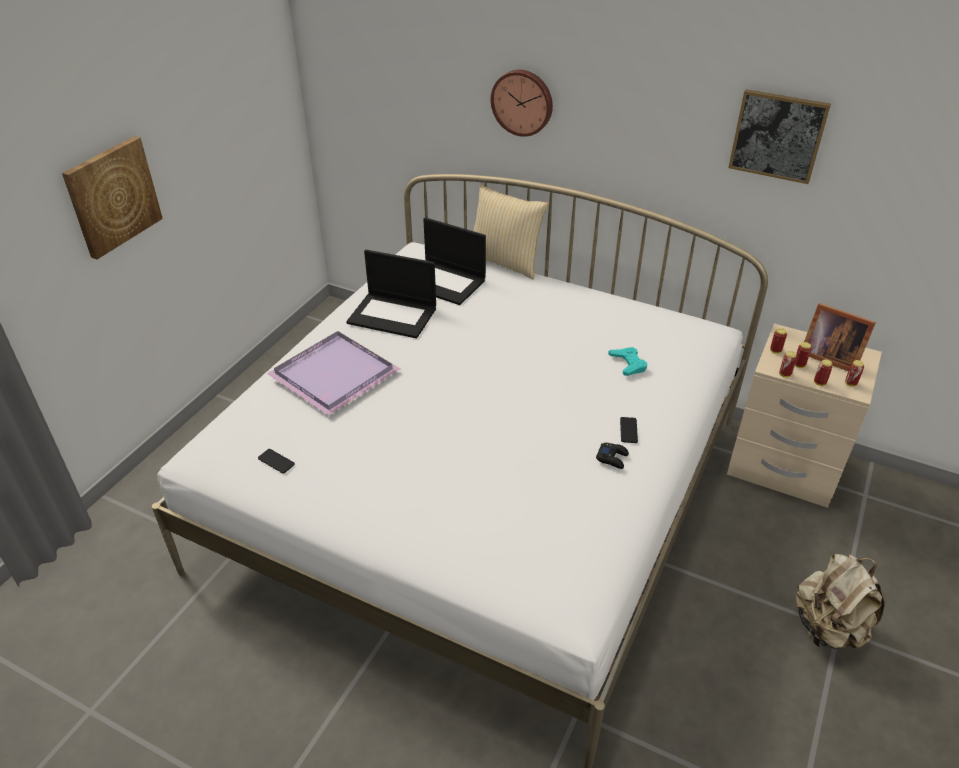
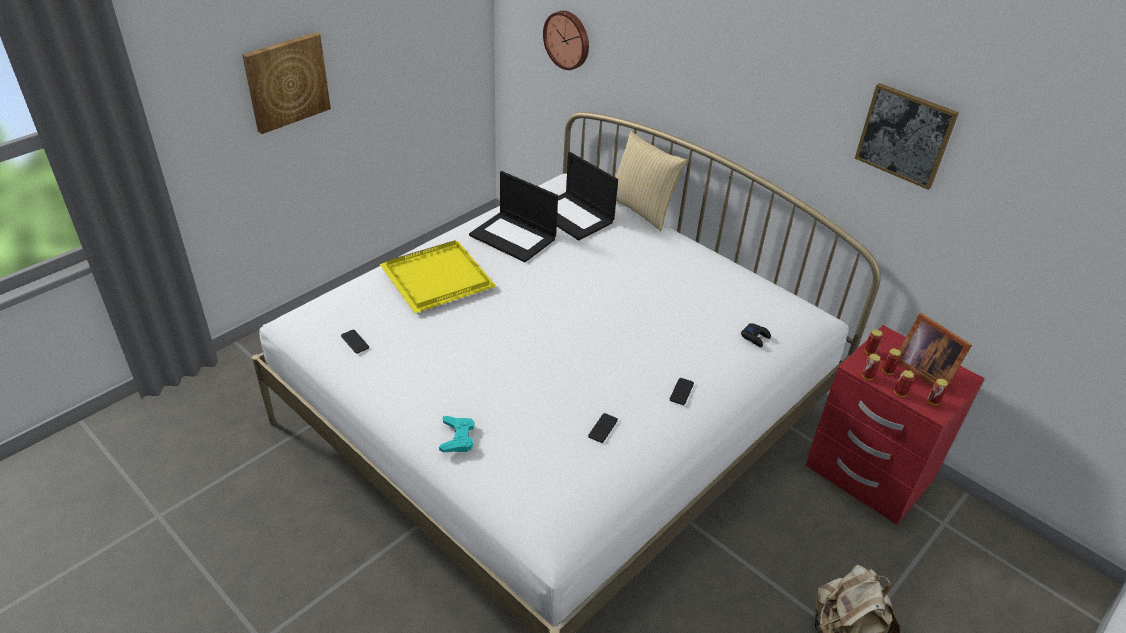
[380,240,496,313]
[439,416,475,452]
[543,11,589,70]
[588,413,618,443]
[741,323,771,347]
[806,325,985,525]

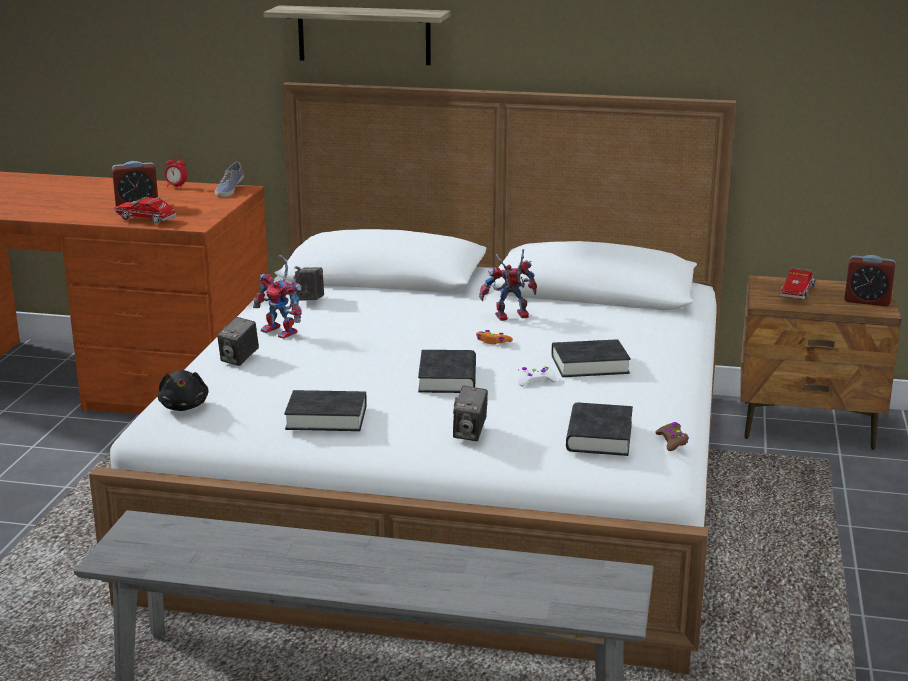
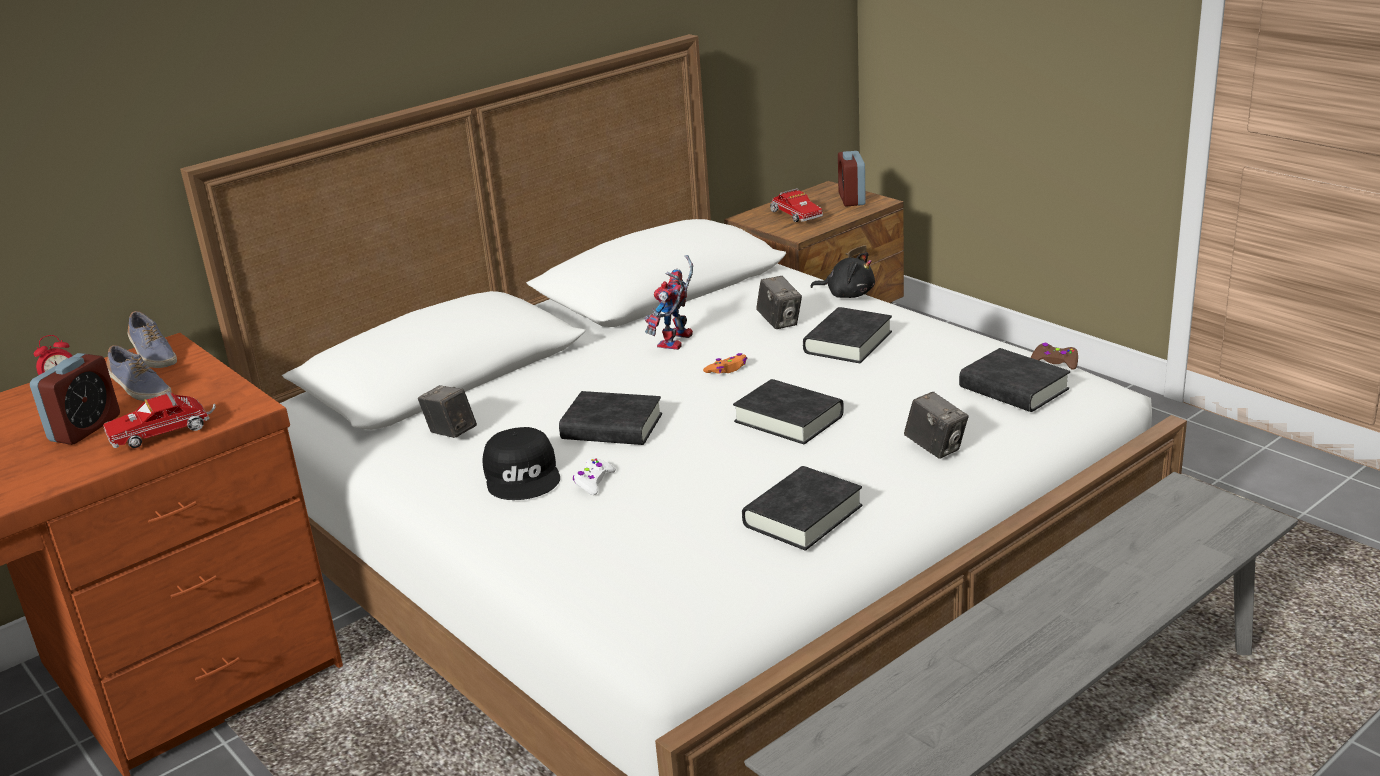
[107,345,172,401]
[482,427,560,500]
[559,391,662,445]
[573,458,616,495]
[756,276,802,329]
[811,252,875,298]
[838,151,866,207]
[264,5,451,65] (first image)

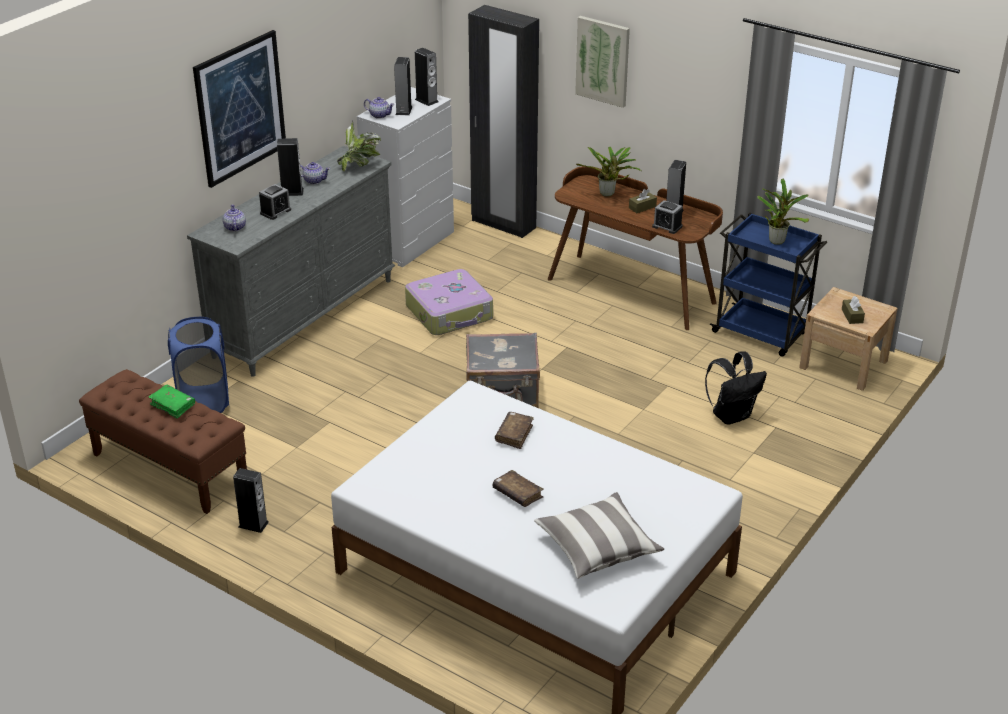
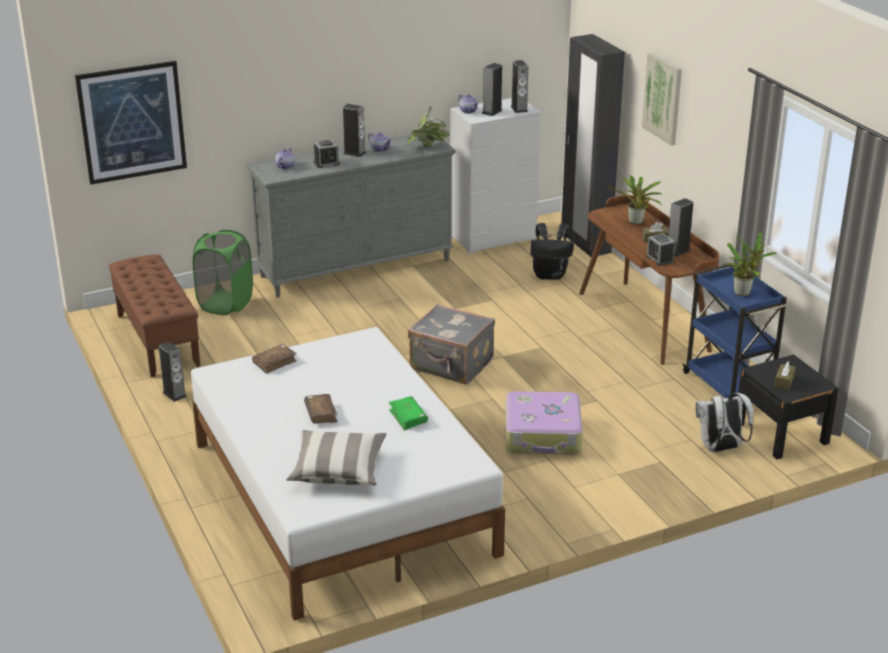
[75,61,187,185]
[193,230,253,315]
[252,344,296,374]
[389,396,428,431]
[505,391,583,454]
[531,223,574,280]
[695,393,754,452]
[738,354,839,459]

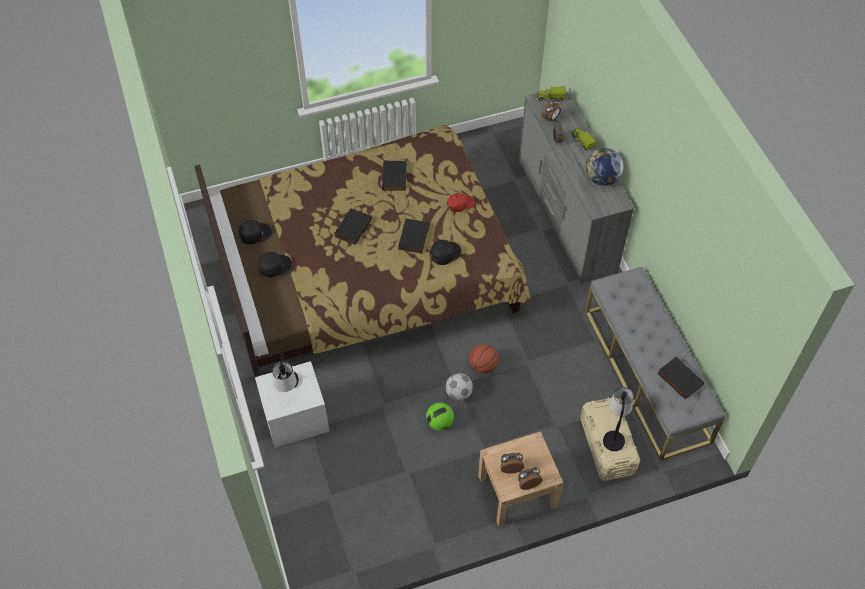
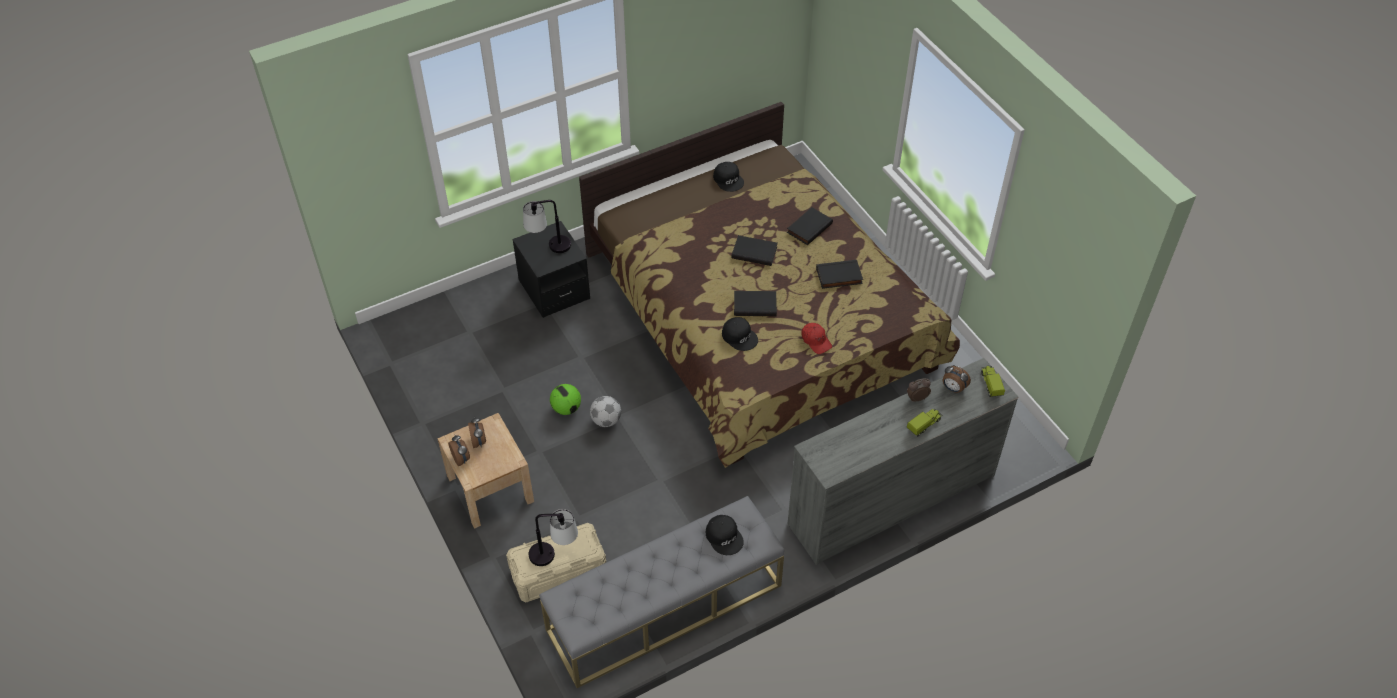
[512,221,590,318]
[706,515,744,555]
[787,207,833,245]
[469,344,498,374] (first image)
[586,148,624,186] (first image)

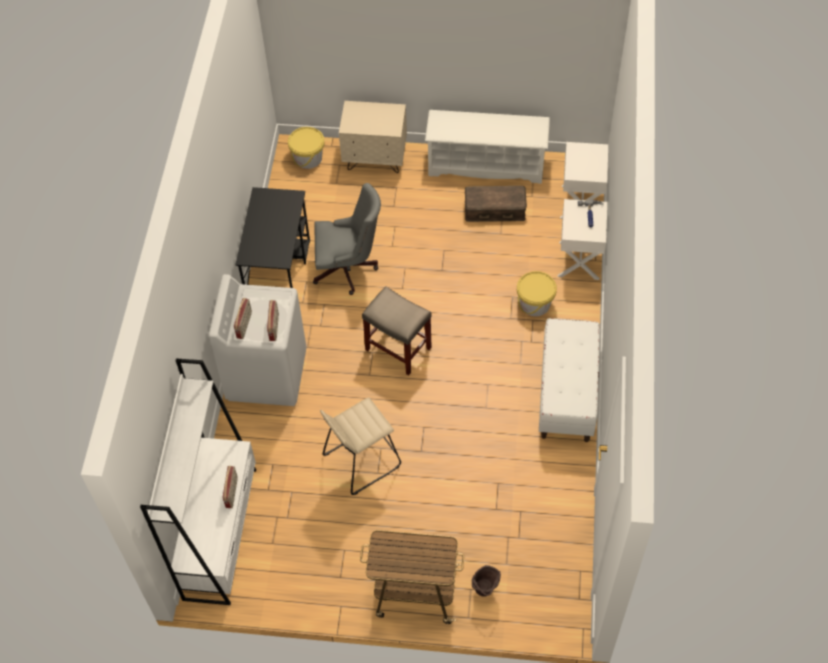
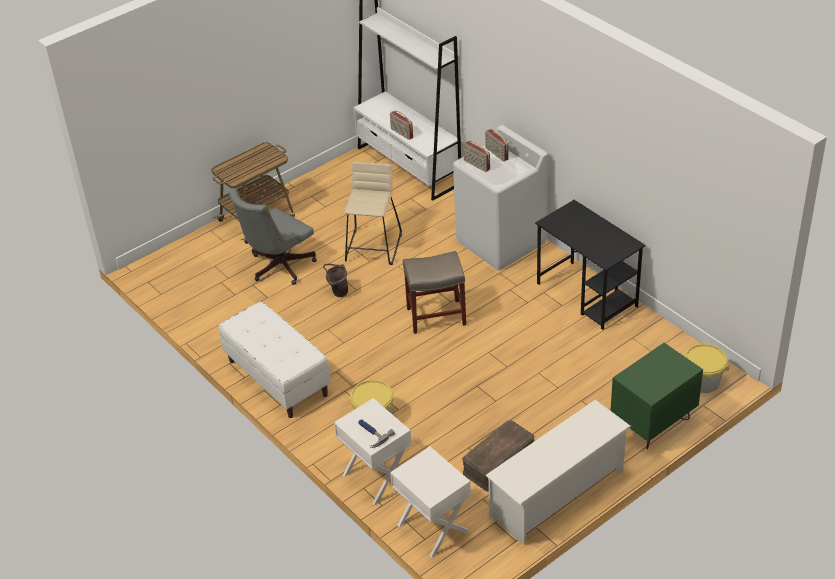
[229,188,317,285]
[323,264,348,297]
[610,343,703,449]

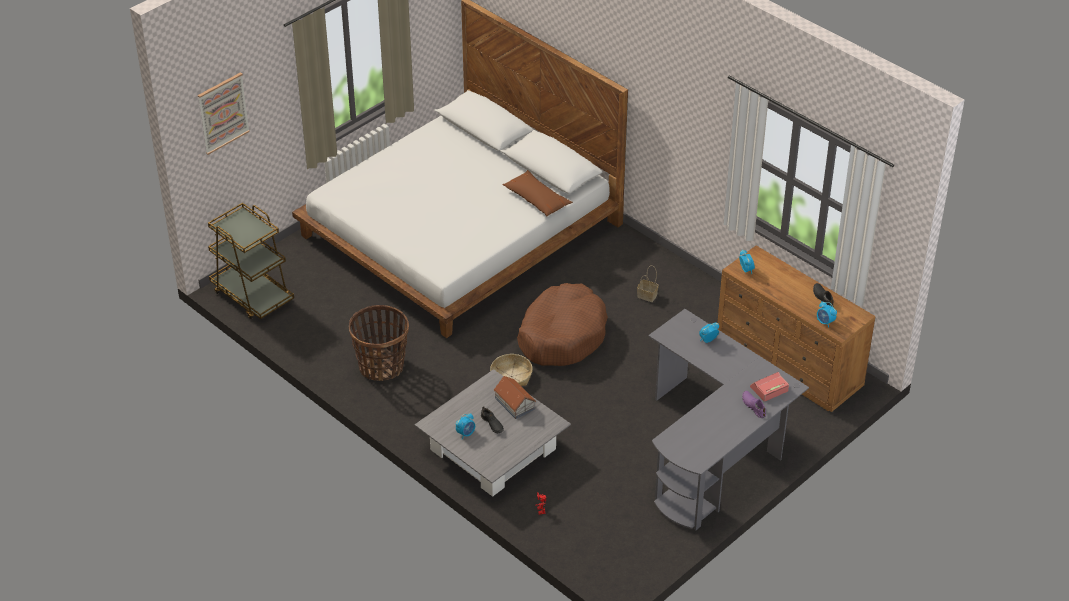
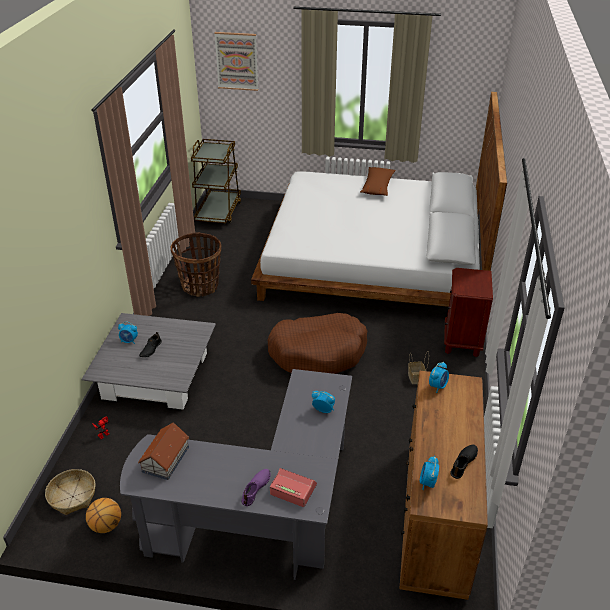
[45,469,95,515]
[86,498,121,533]
[138,422,189,480]
[360,167,395,196]
[444,268,493,357]

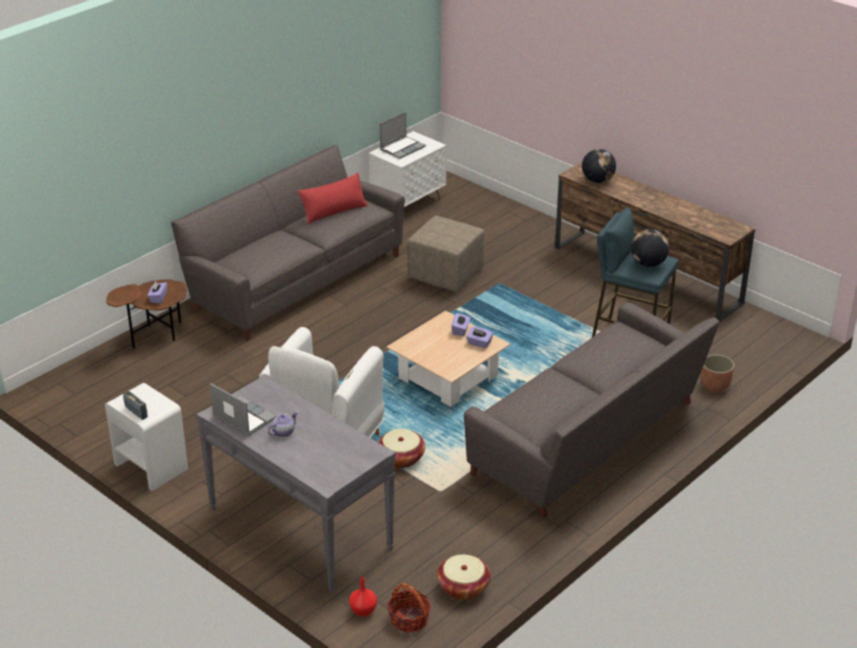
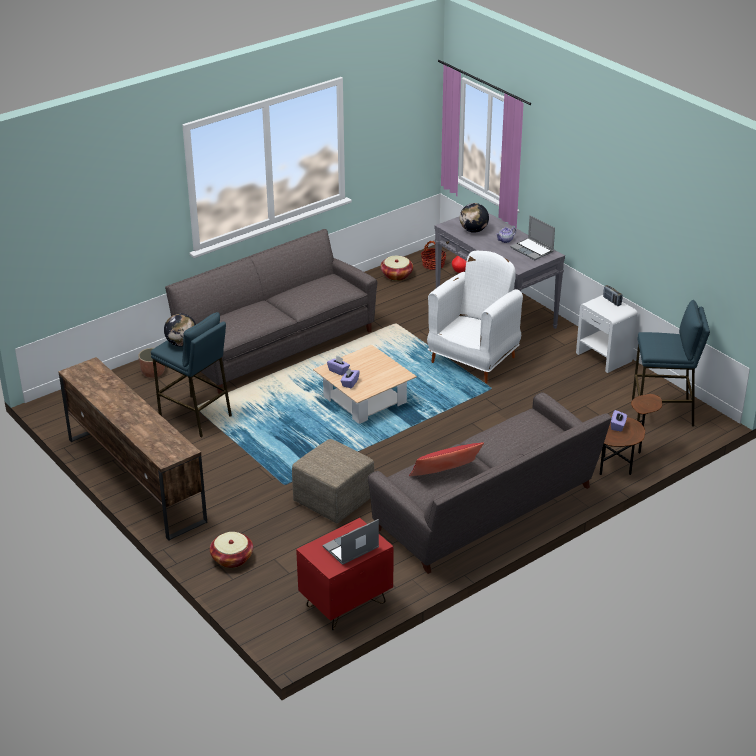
[210,532,253,568]
[296,518,393,630]
[460,203,489,233]
[632,300,710,426]

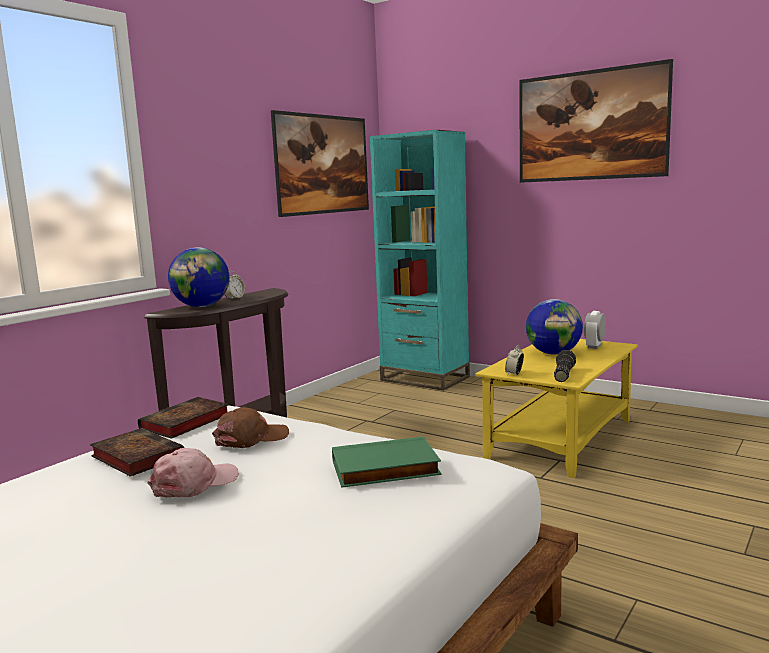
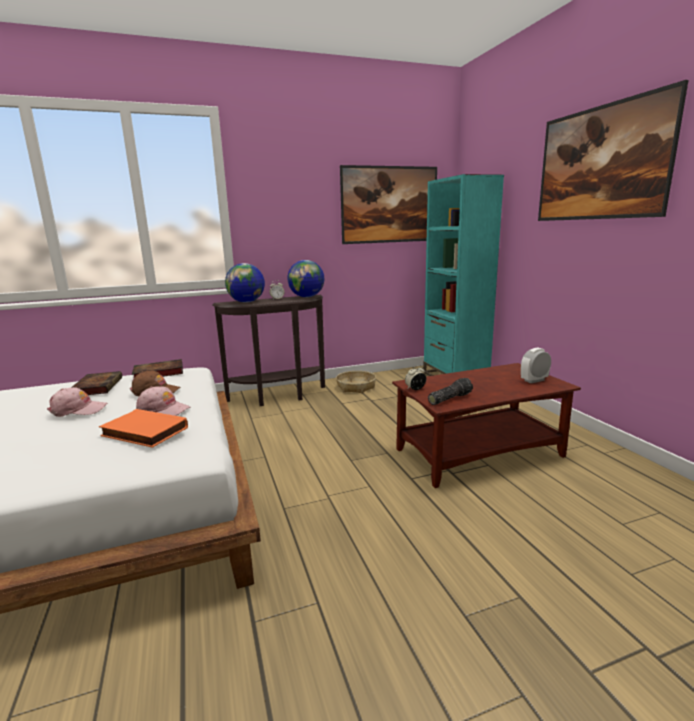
[99,409,188,448]
[136,386,190,416]
[287,260,324,297]
[336,371,376,393]
[392,363,581,488]

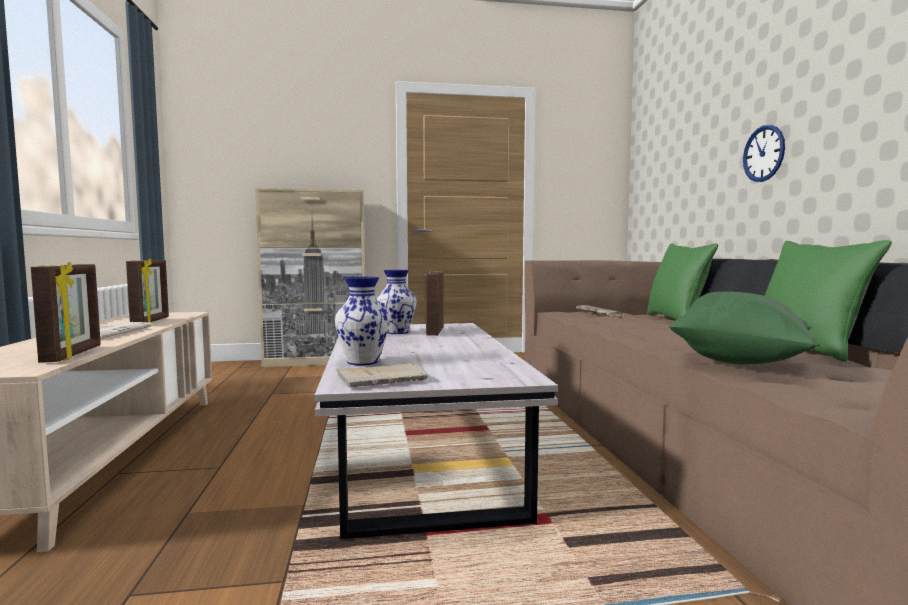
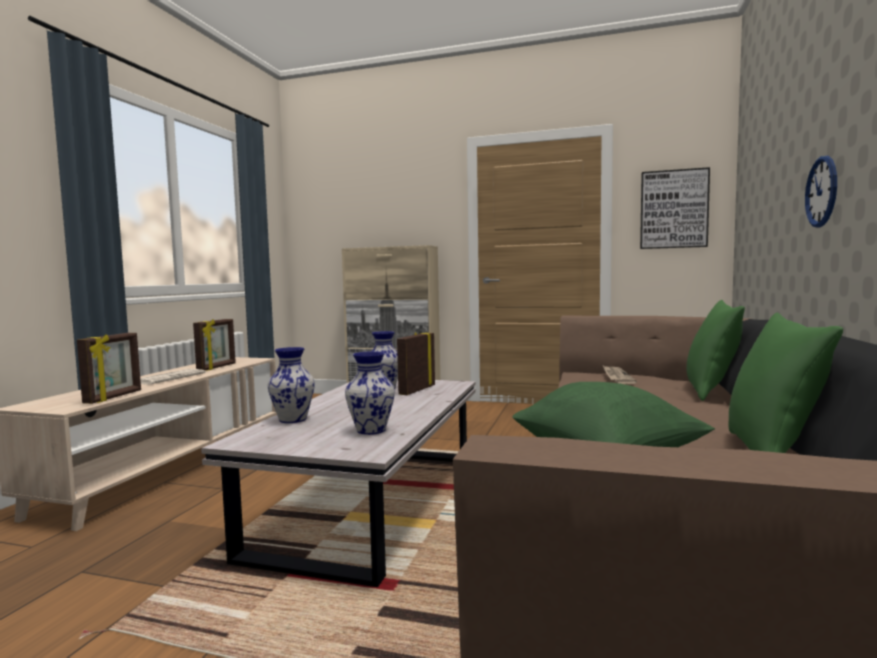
[345,351,395,435]
[640,167,710,249]
[337,363,428,388] (first image)

